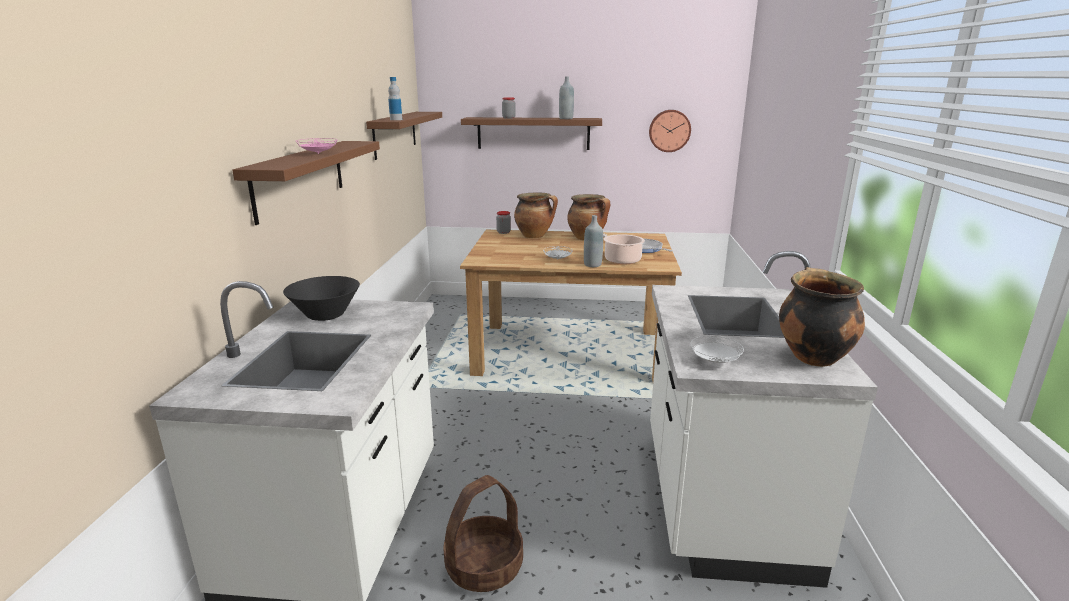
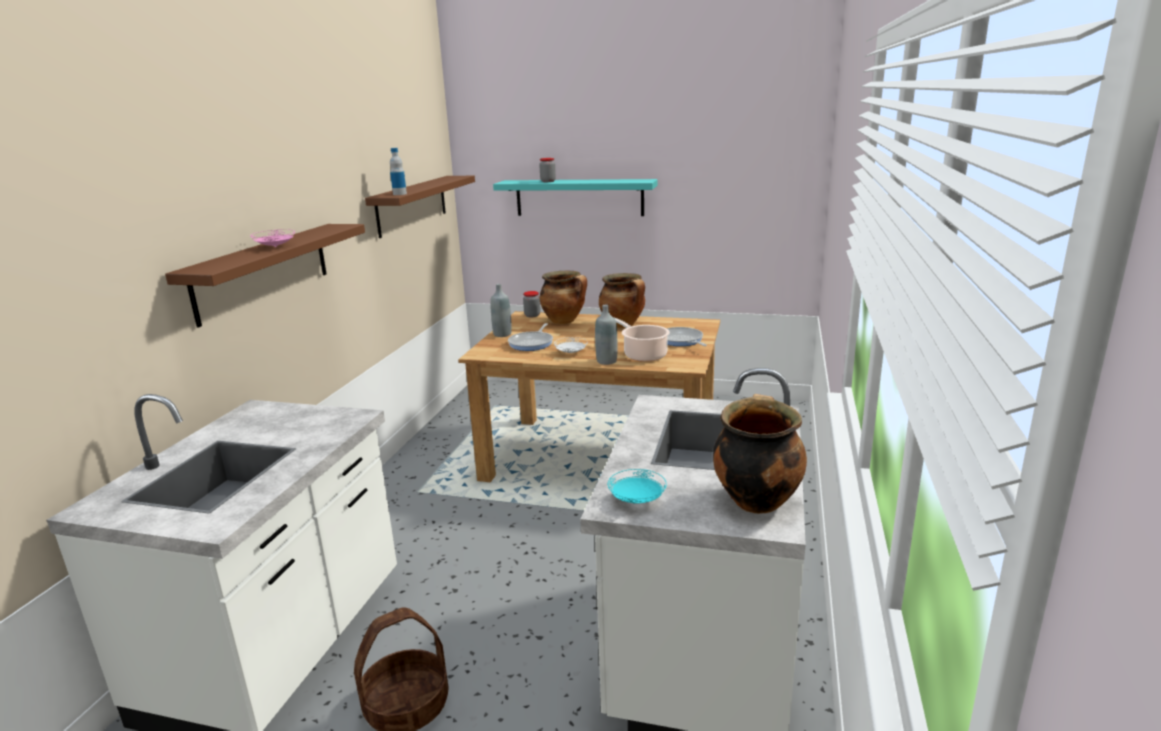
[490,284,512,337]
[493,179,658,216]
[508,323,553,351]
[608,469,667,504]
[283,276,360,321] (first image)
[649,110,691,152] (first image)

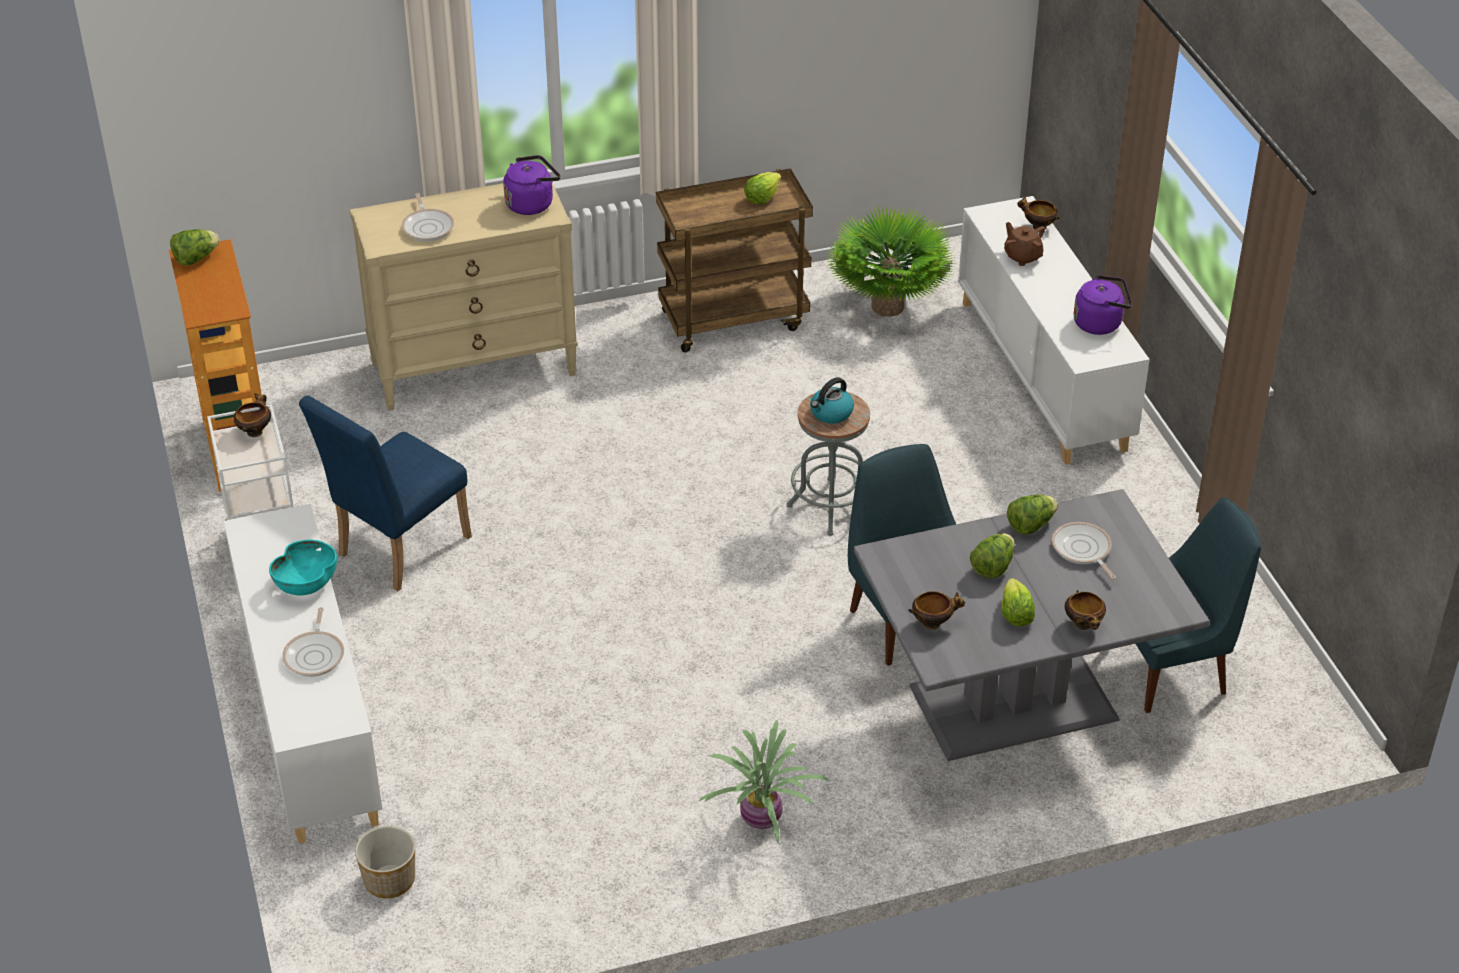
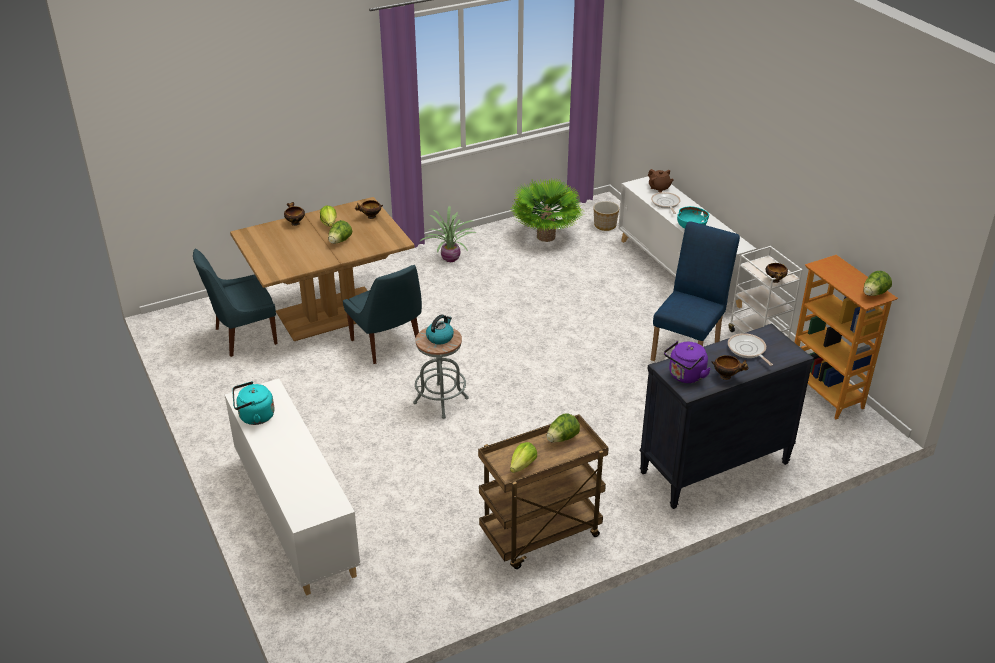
[230,197,415,341]
[232,381,275,425]
[510,179,583,242]
[547,413,580,443]
[640,323,814,509]
[648,169,674,192]
[711,355,748,380]
[1052,522,1116,579] (first image)

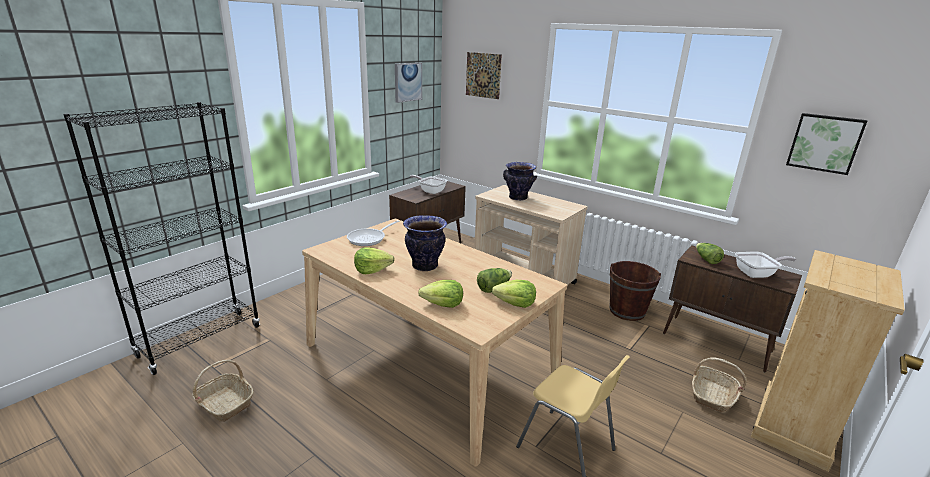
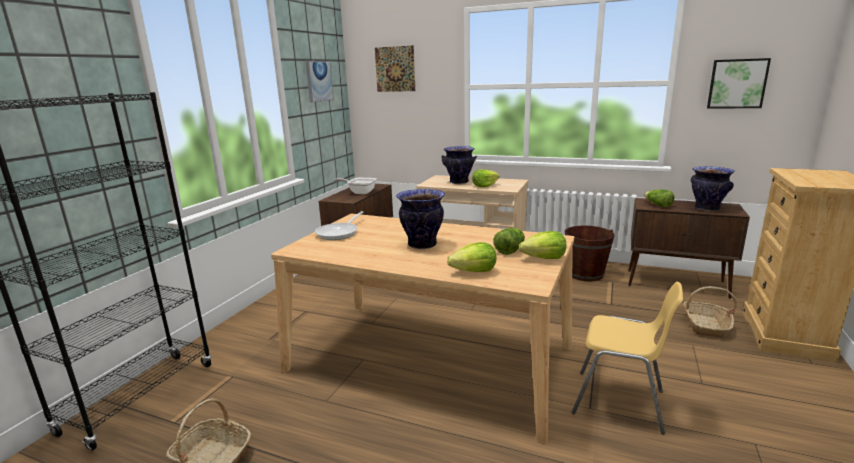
[472,170,500,188]
[691,167,735,211]

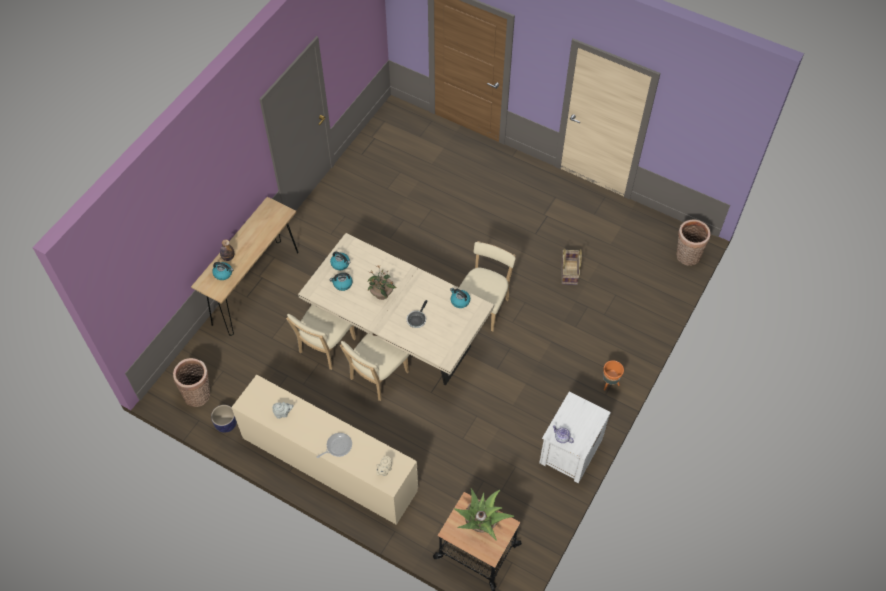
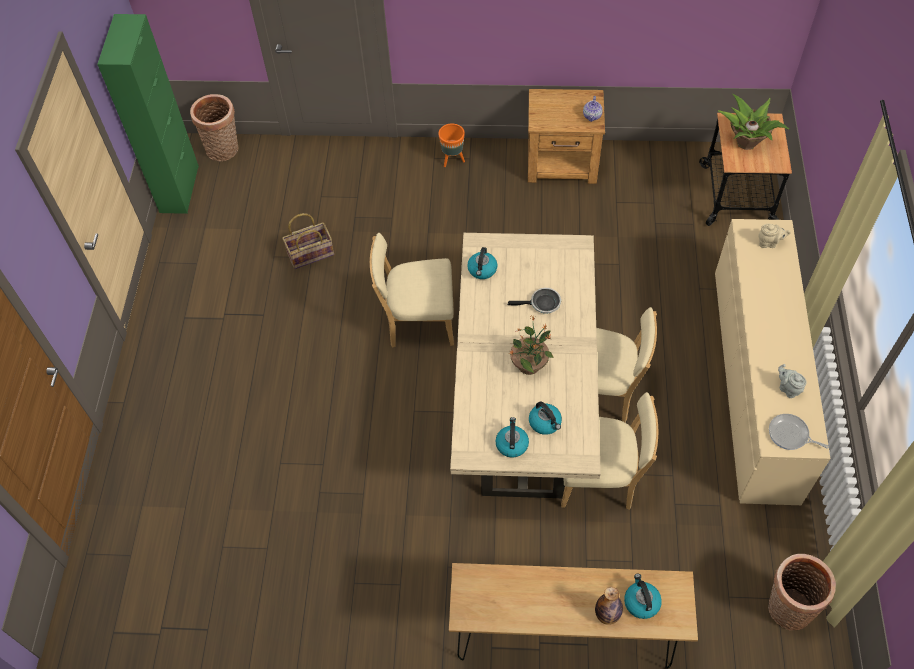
[97,14,199,214]
[528,89,605,184]
[769,414,829,450]
[211,405,237,433] (first image)

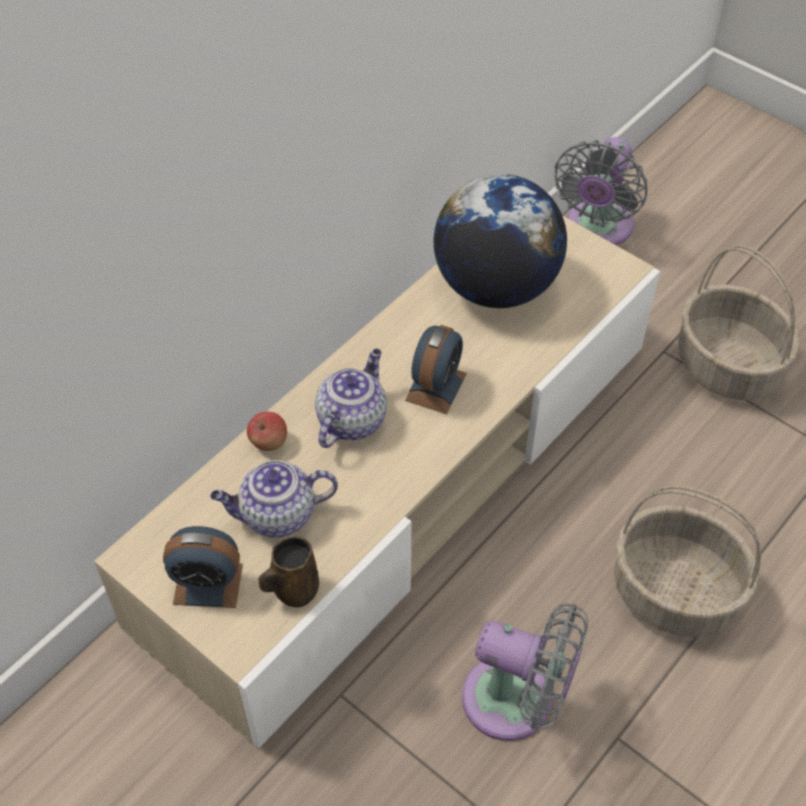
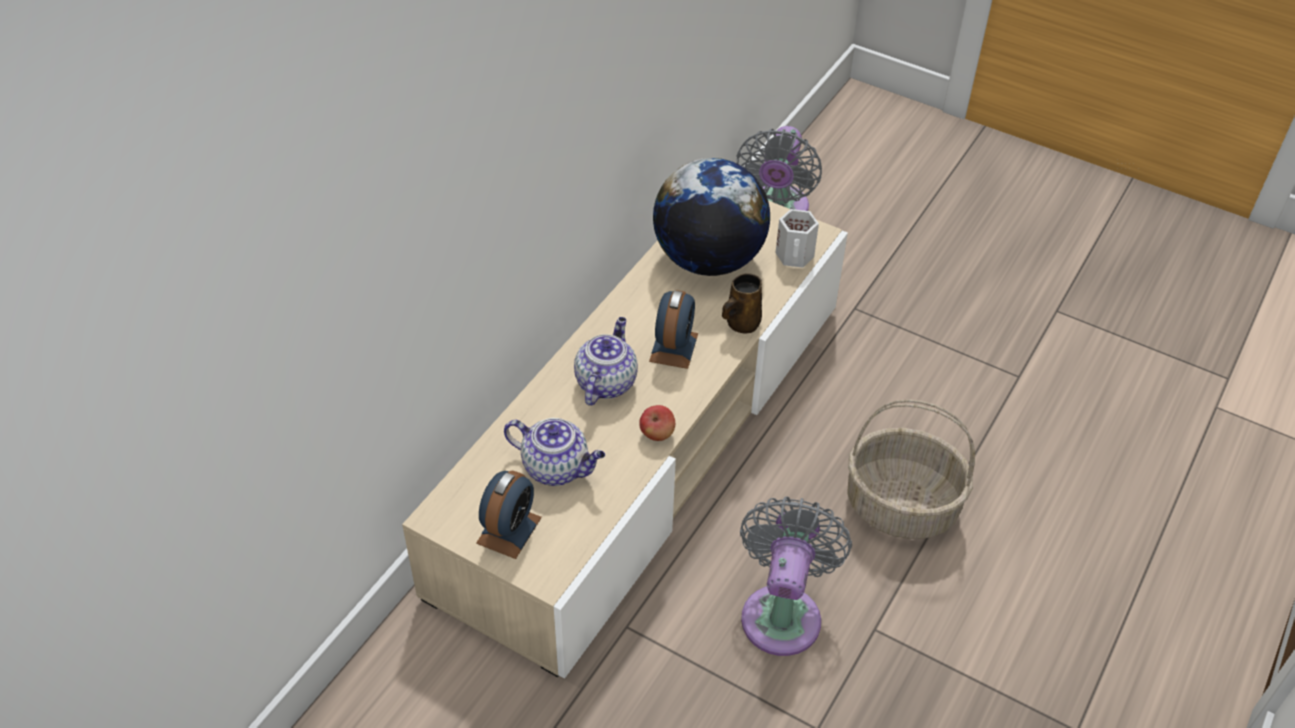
[476,470,542,559]
[504,418,605,486]
[639,405,675,441]
[722,273,762,333]
[740,497,852,656]
[775,209,819,268]
[678,245,800,400] (first image)

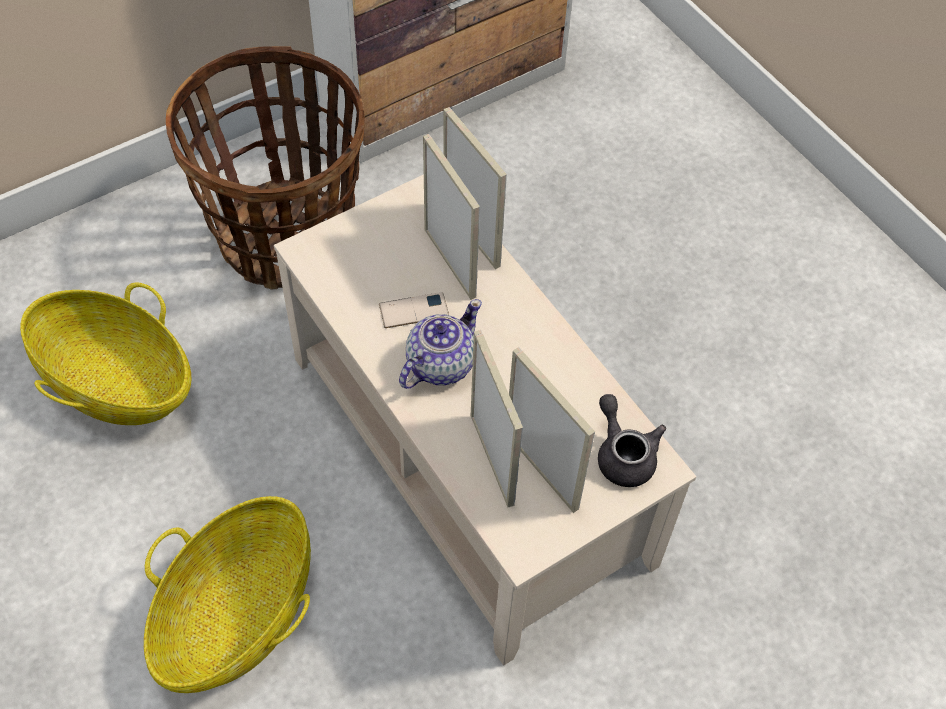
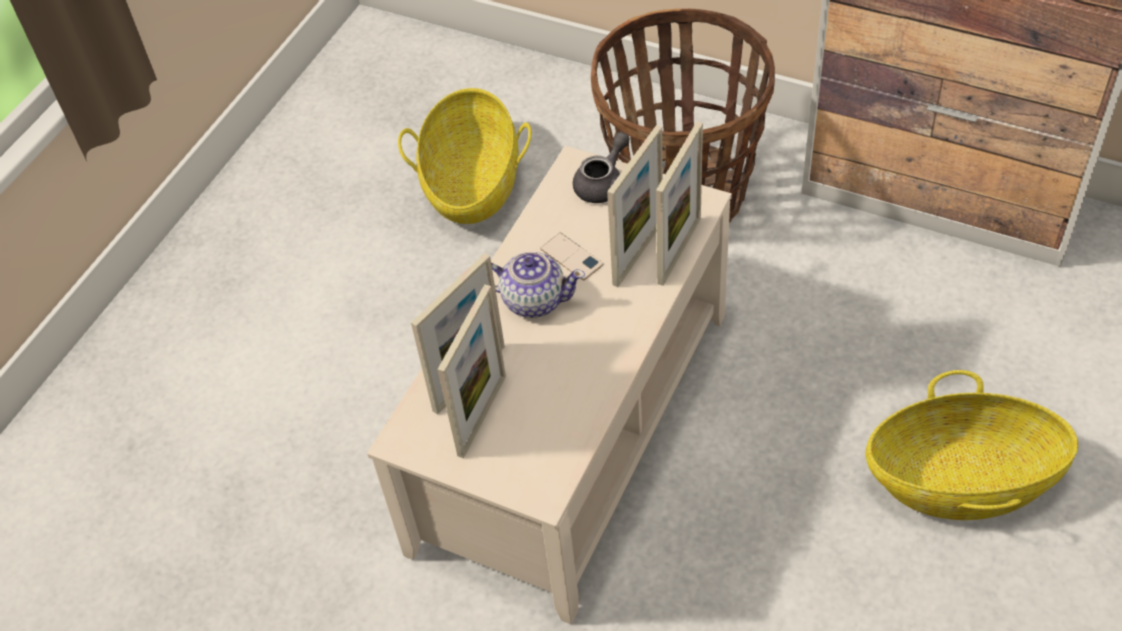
[573,132,630,203]
[865,370,1078,520]

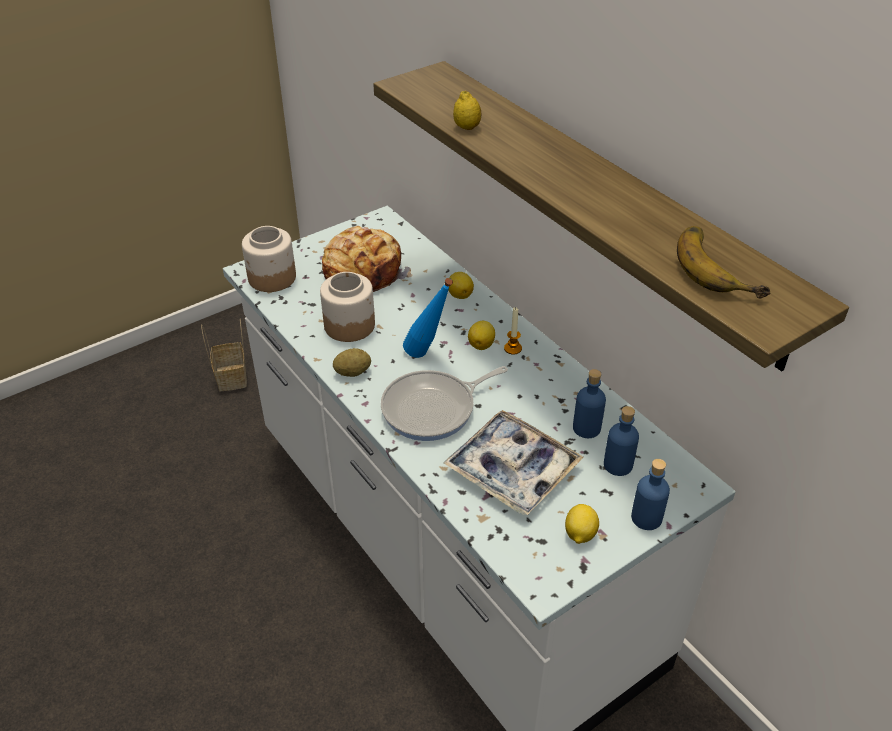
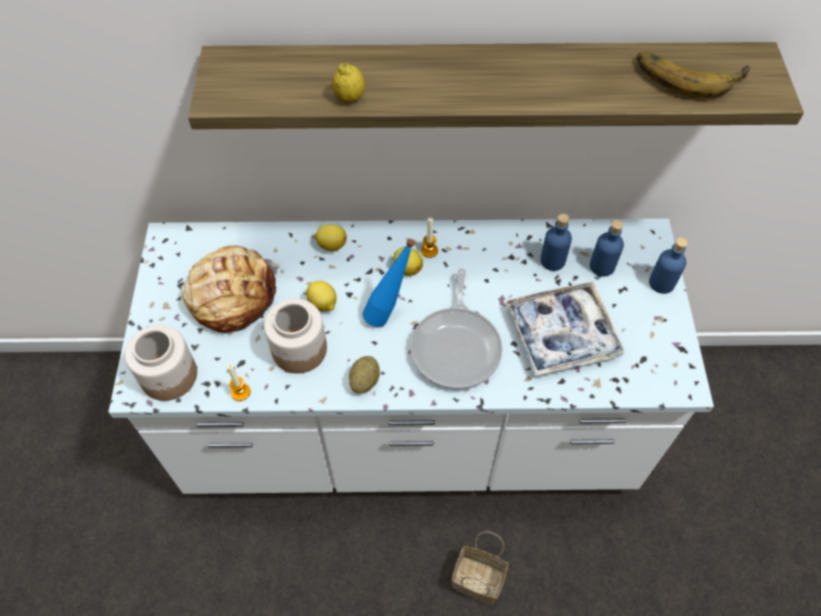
[227,363,250,401]
[306,281,337,312]
[452,532,508,604]

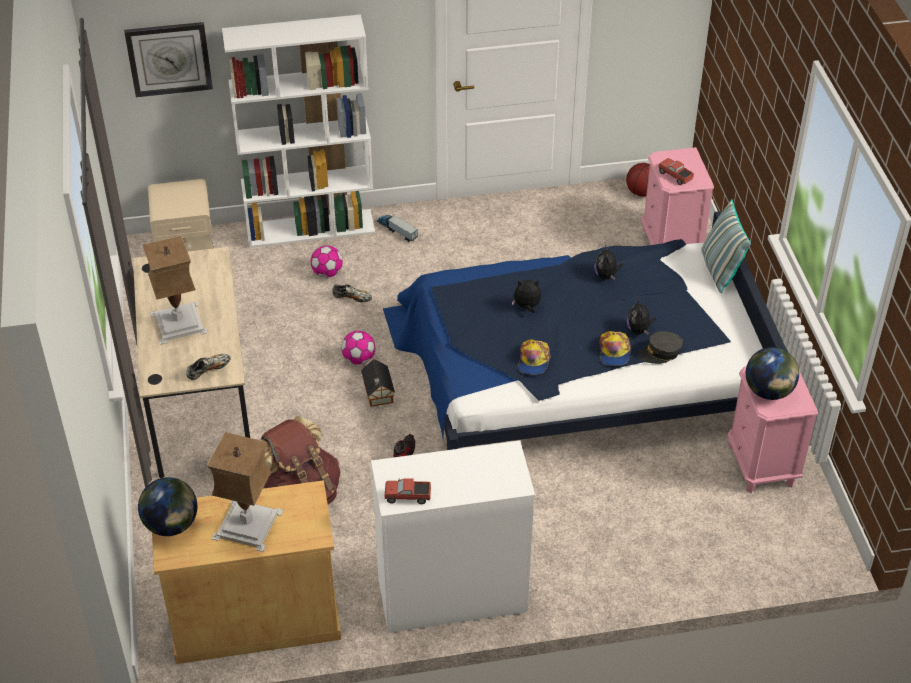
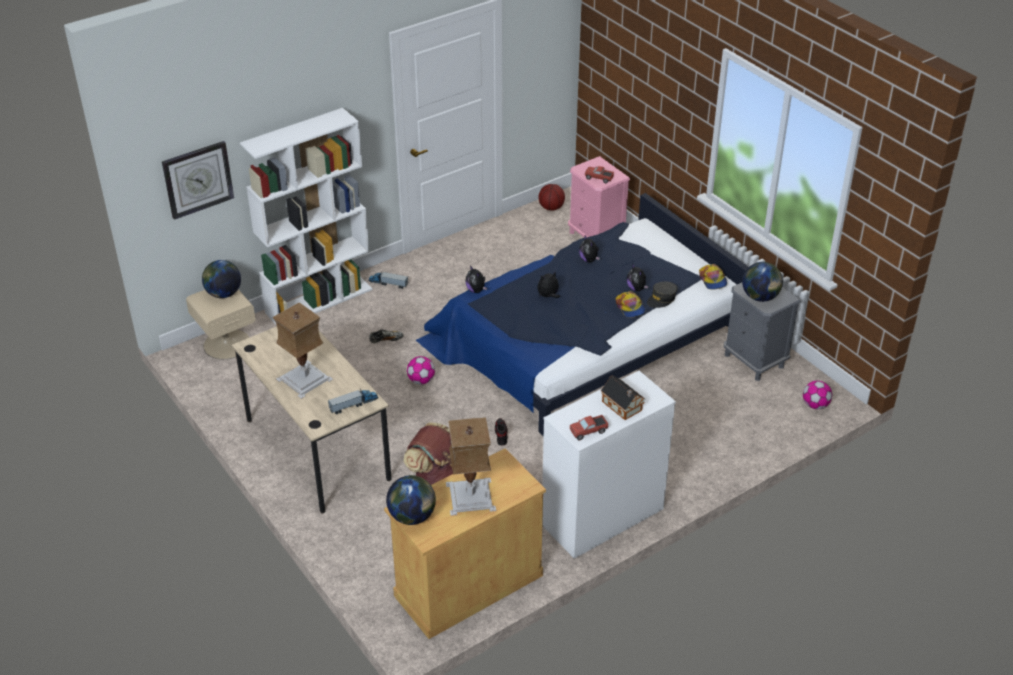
[202,260,241,298]
[328,389,378,414]
[466,265,487,293]
[601,375,645,420]
[699,264,727,290]
[724,283,801,381]
[803,381,832,409]
[701,199,751,293] (first image)

